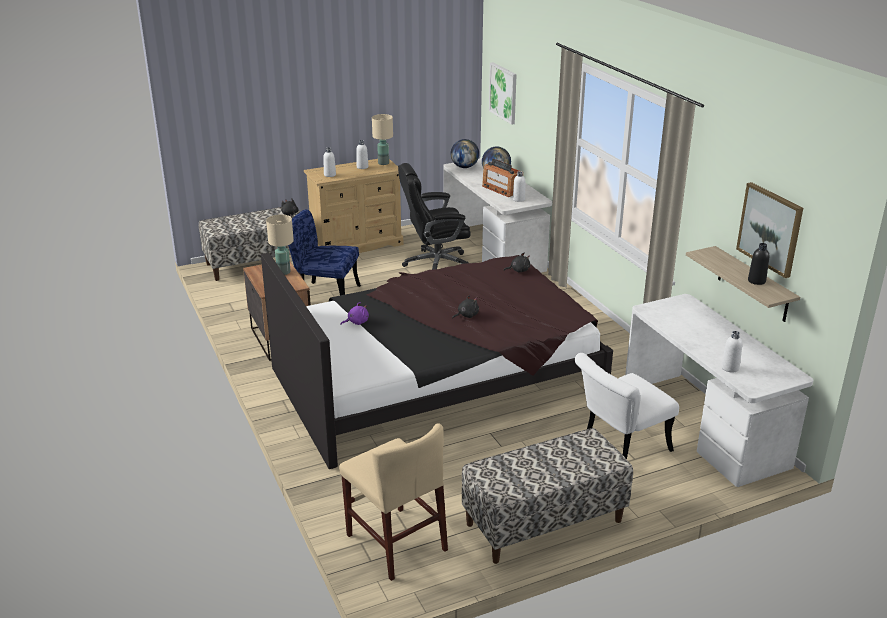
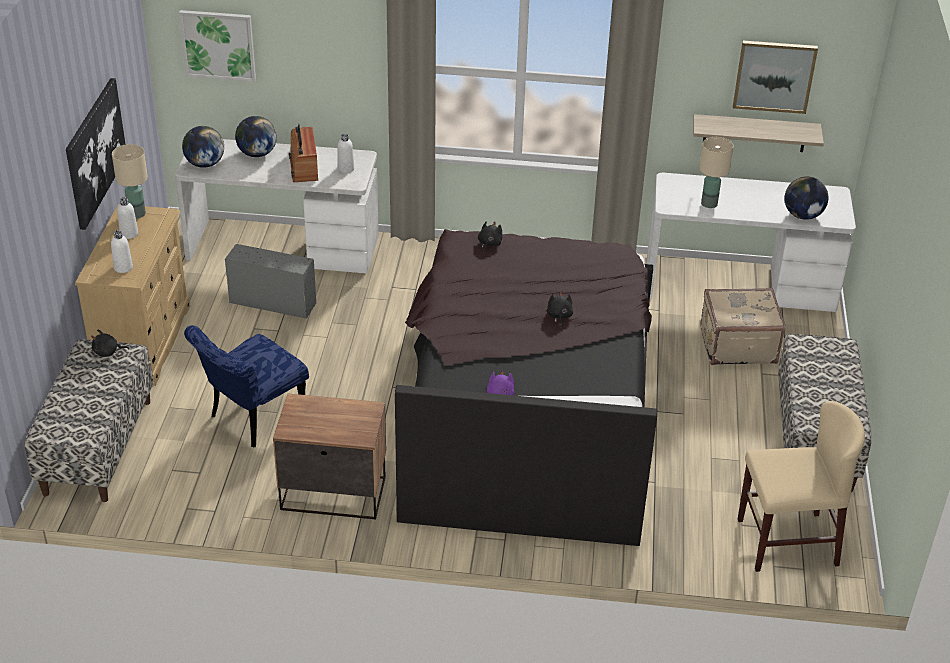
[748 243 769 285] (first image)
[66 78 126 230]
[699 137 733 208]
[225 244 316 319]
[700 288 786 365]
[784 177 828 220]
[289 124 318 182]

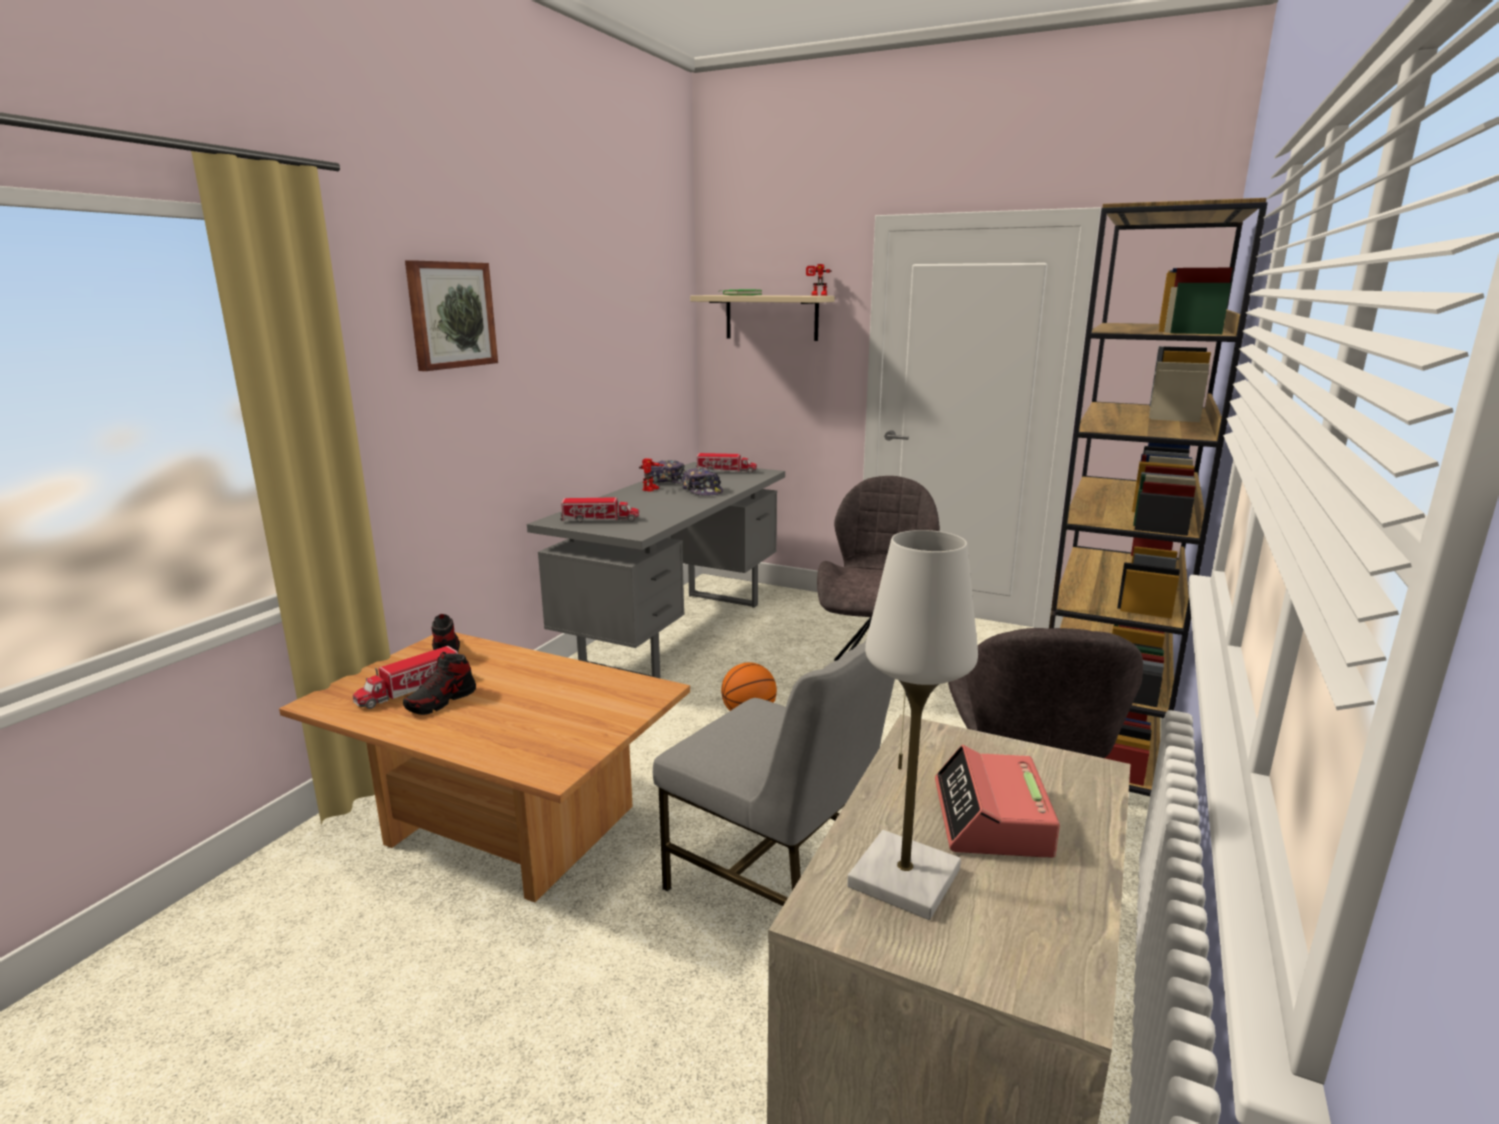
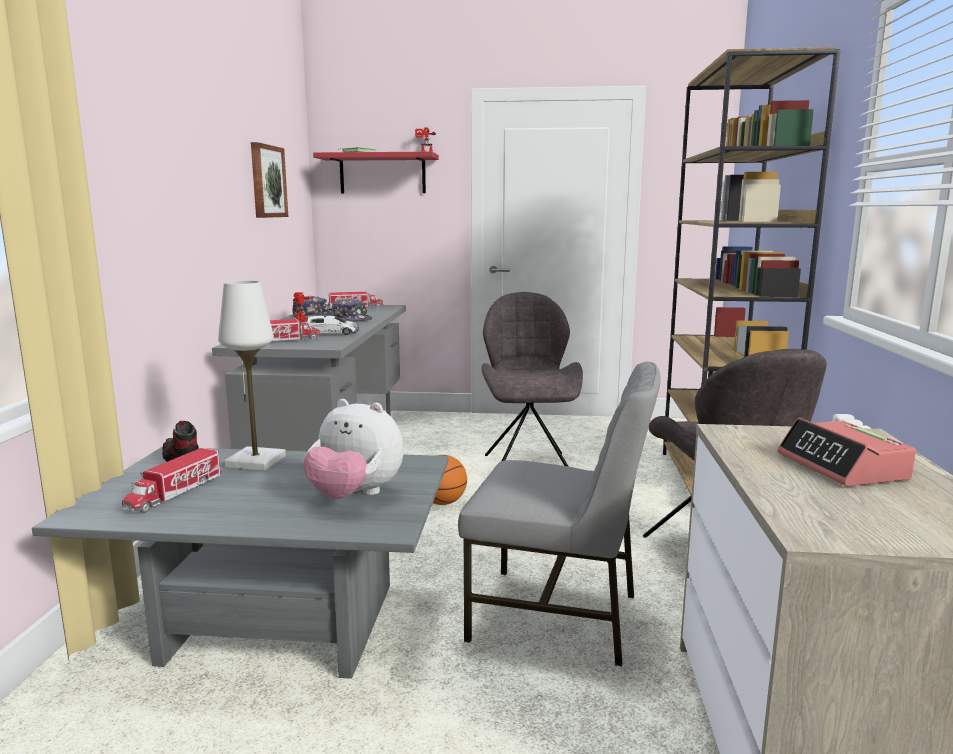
[403 652 476 715] (first image)
[303 399 403 499]
[304 315 359 335]
[251 142 288 218]
[218 281 286 471]
[32 447 448 679]
[313 152 439 193]

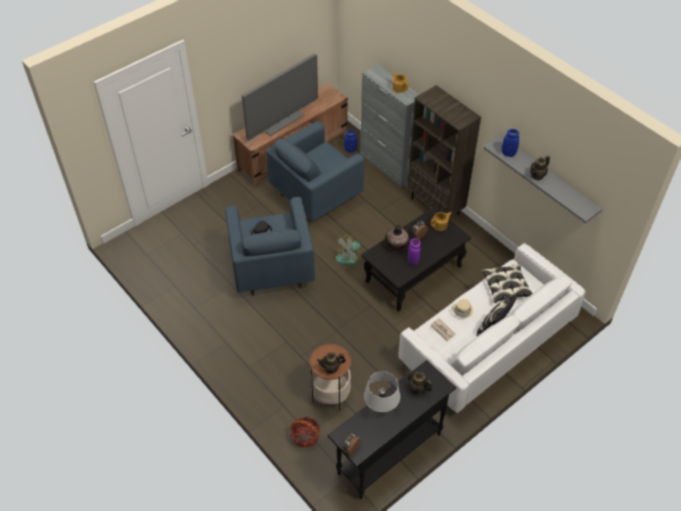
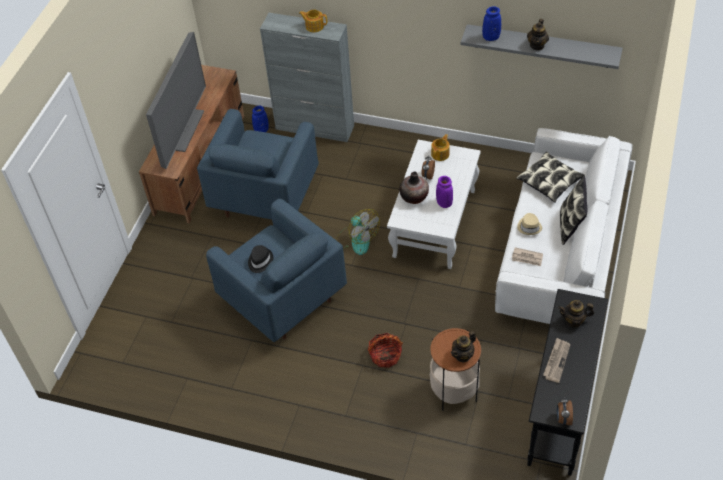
[407 85 481 218] (first image)
[368 333 403 368]
[543 338 570 383]
[387 140 481 269]
[336 209 380 255]

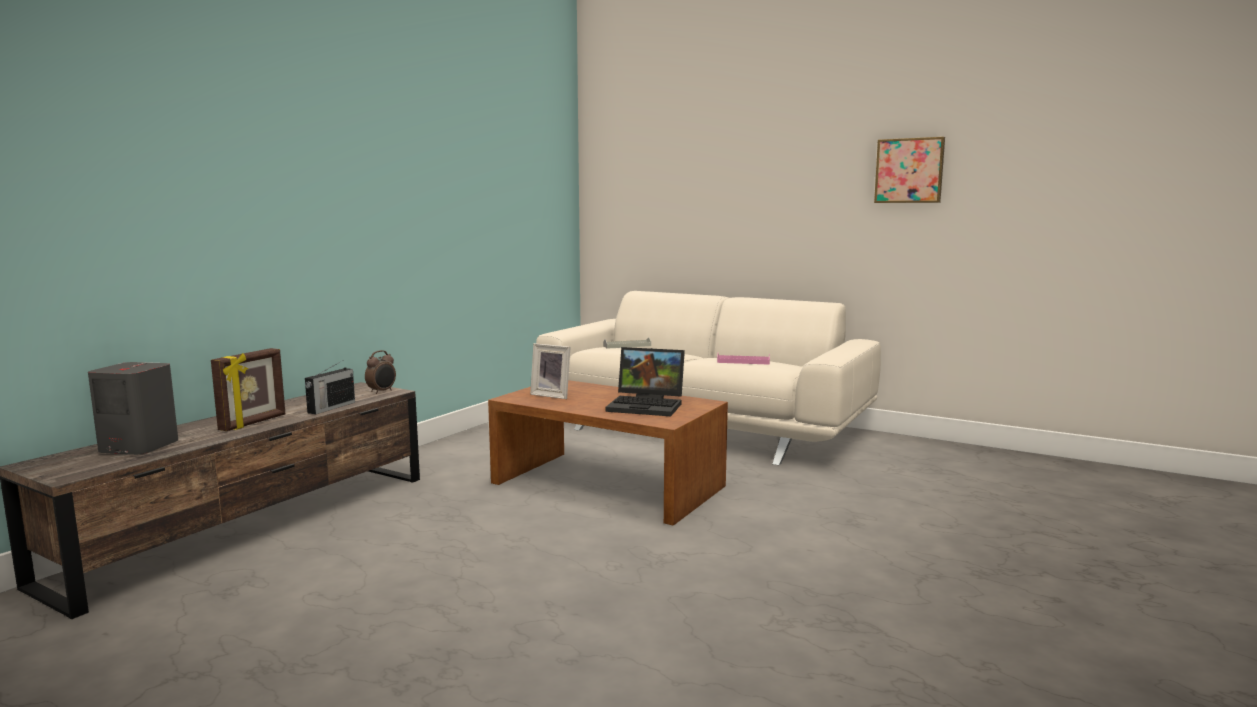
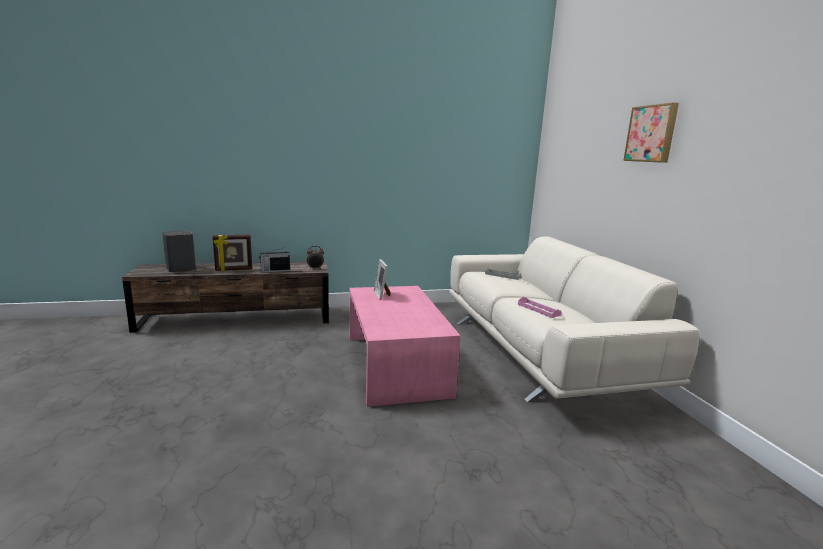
[605 347 685 416] (first image)
[623 103 679 163]
[349 286 460 407]

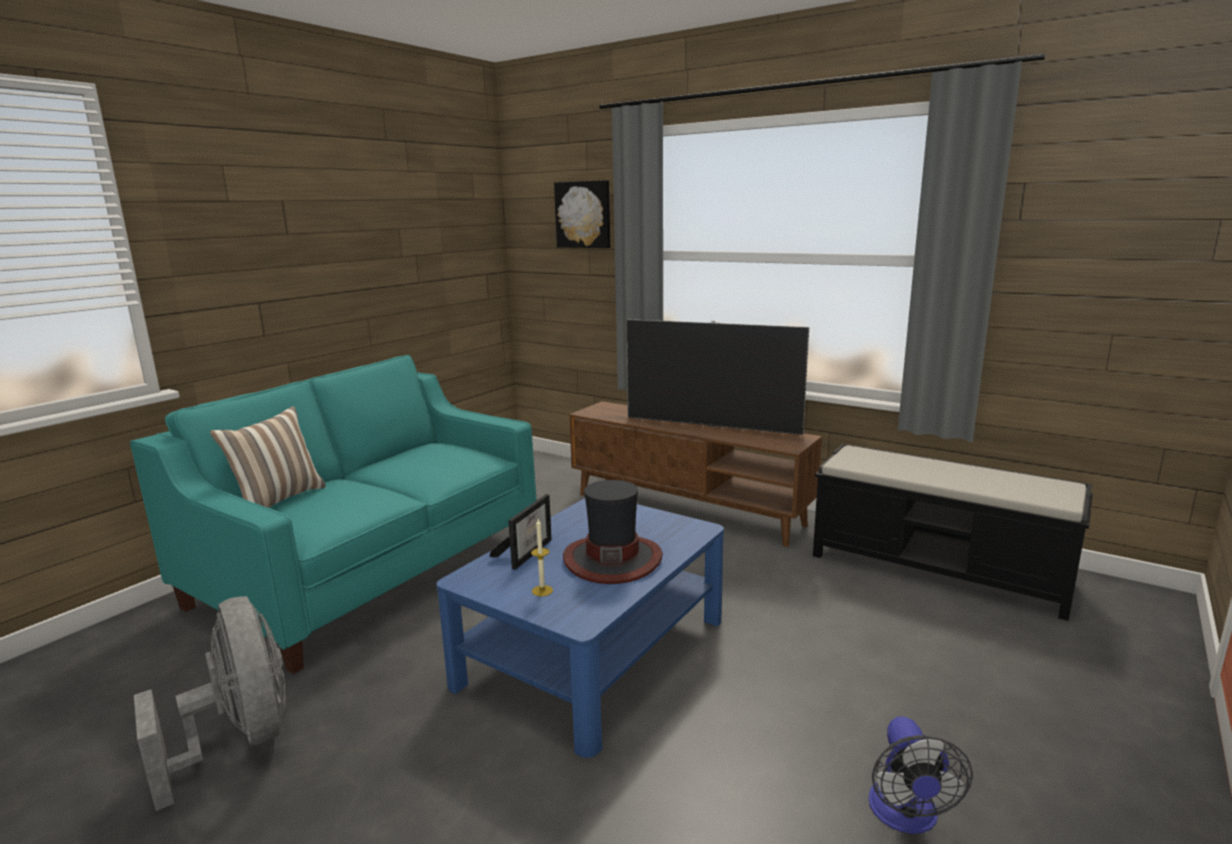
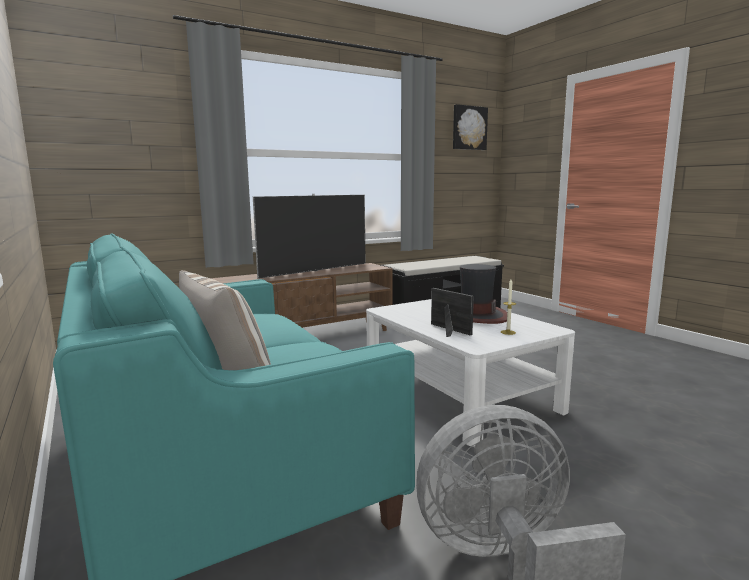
[868 716 973 834] (first image)
[453 104 488 150]
[366 299 575 447]

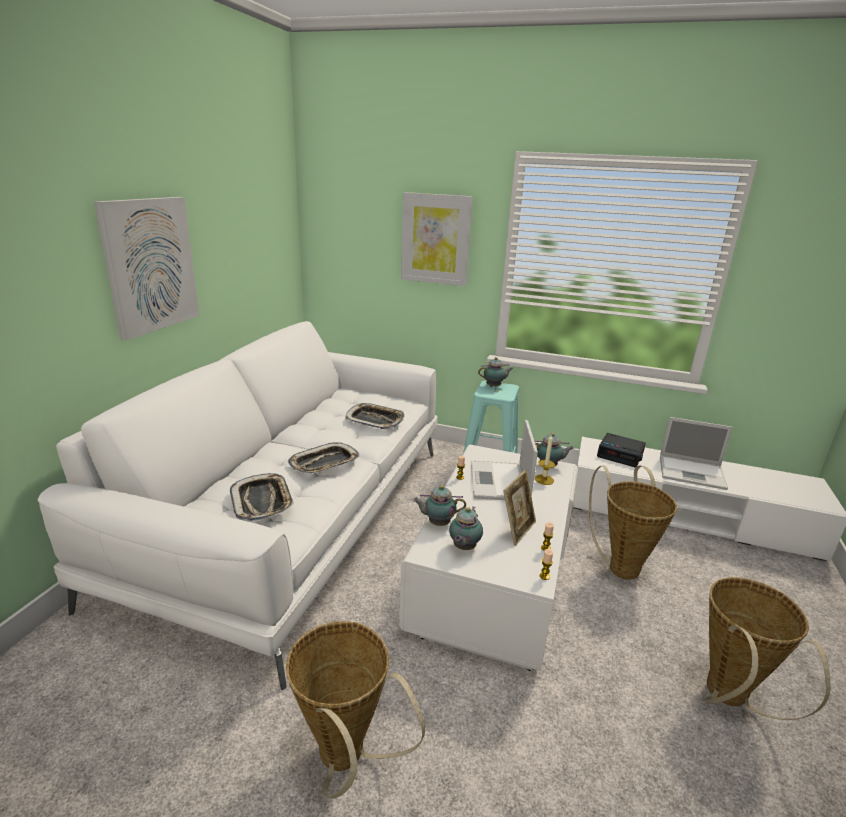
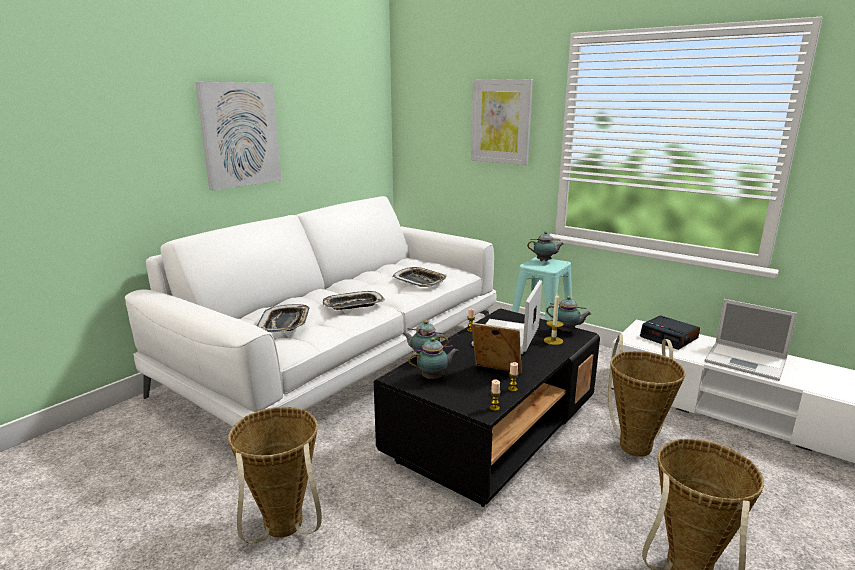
[374 308 600 507]
[408 337 459 379]
[471 323 522 373]

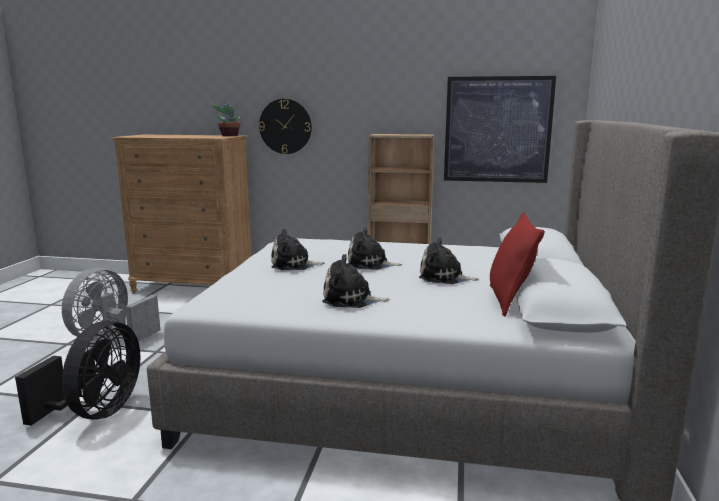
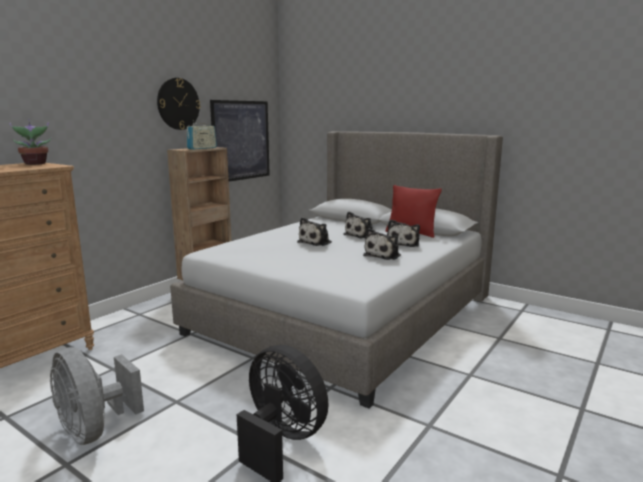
[187 123 217 150]
[157 78 200 130]
[387 219 420 247]

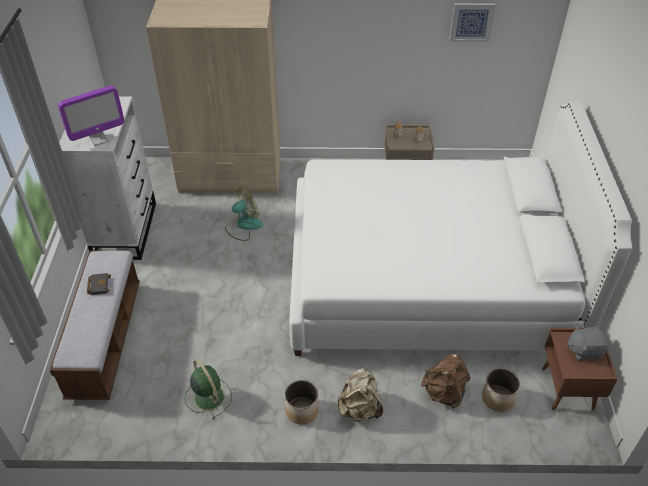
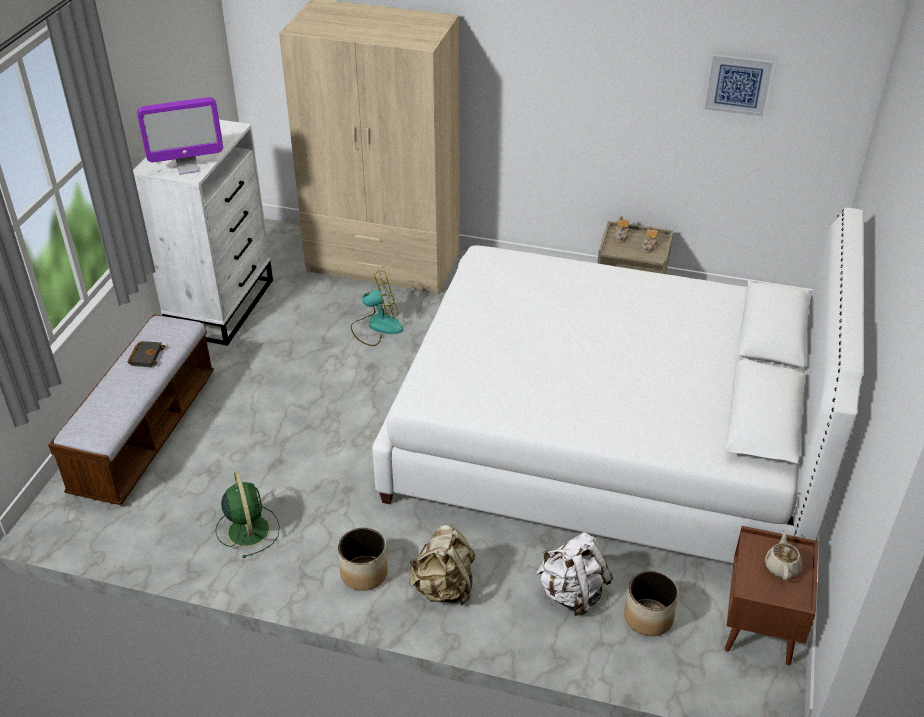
[765 530 802 580]
[536 532 613 616]

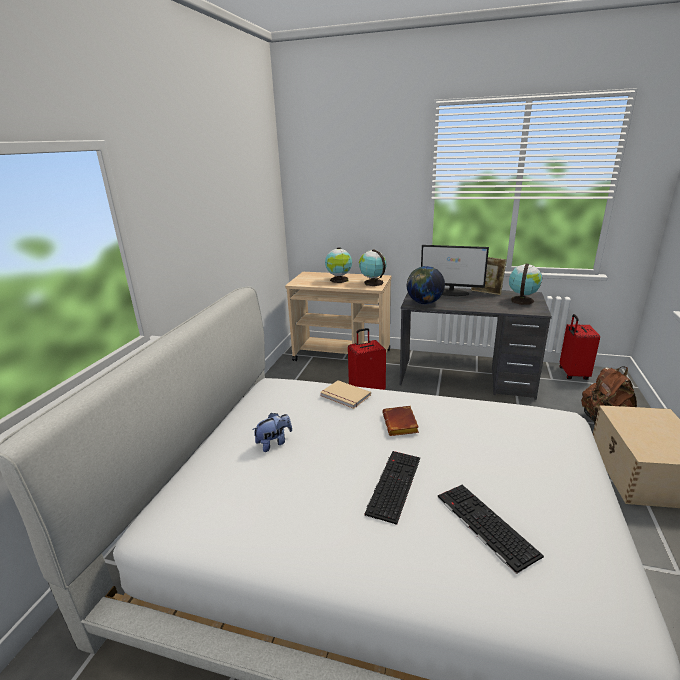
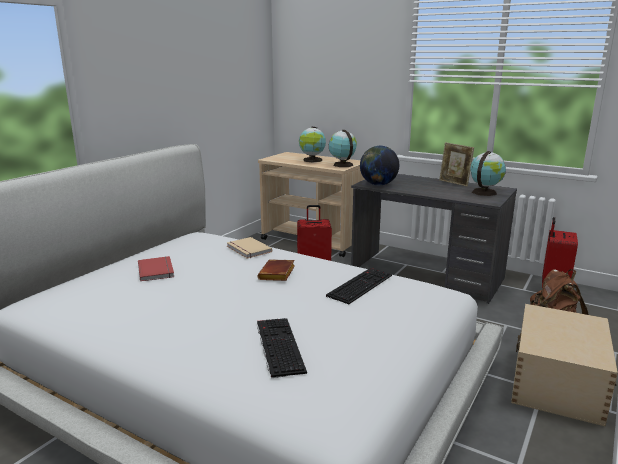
[421 245 489 296] (first image)
[326 268 392 304]
[138 256 174 281]

